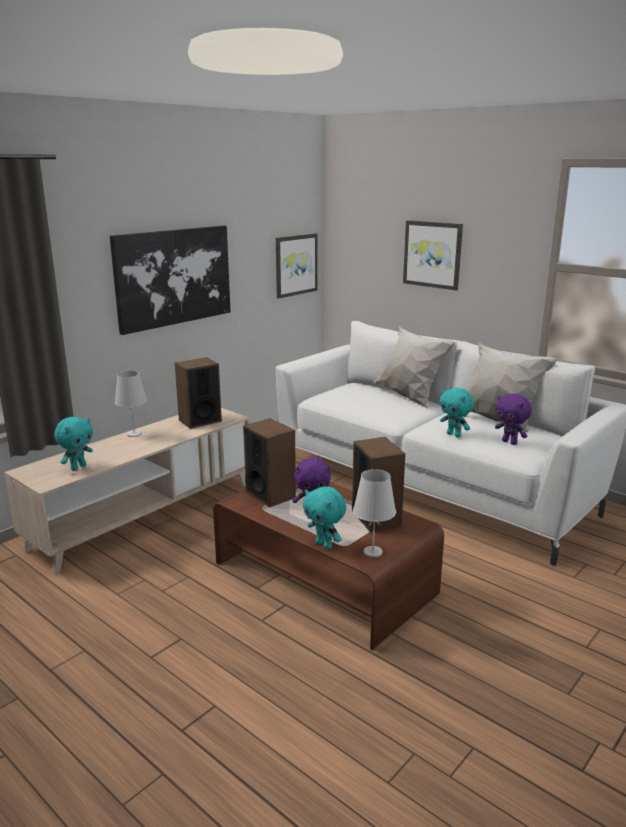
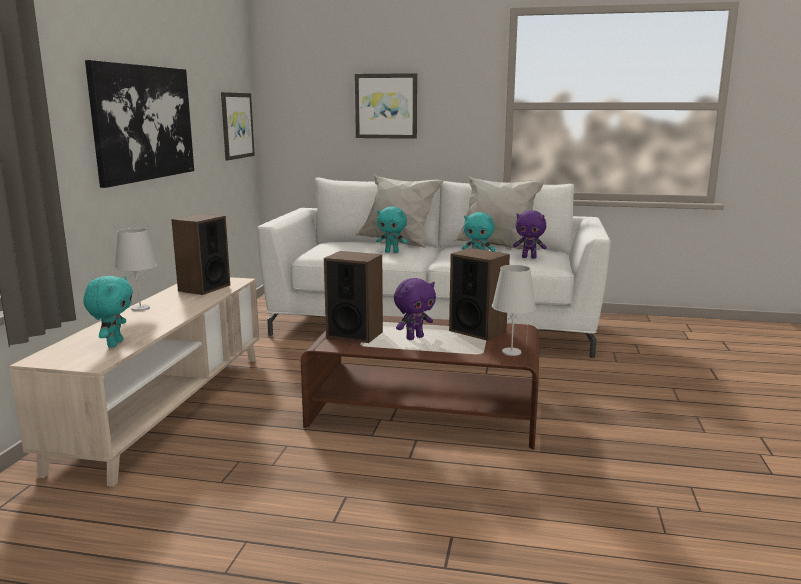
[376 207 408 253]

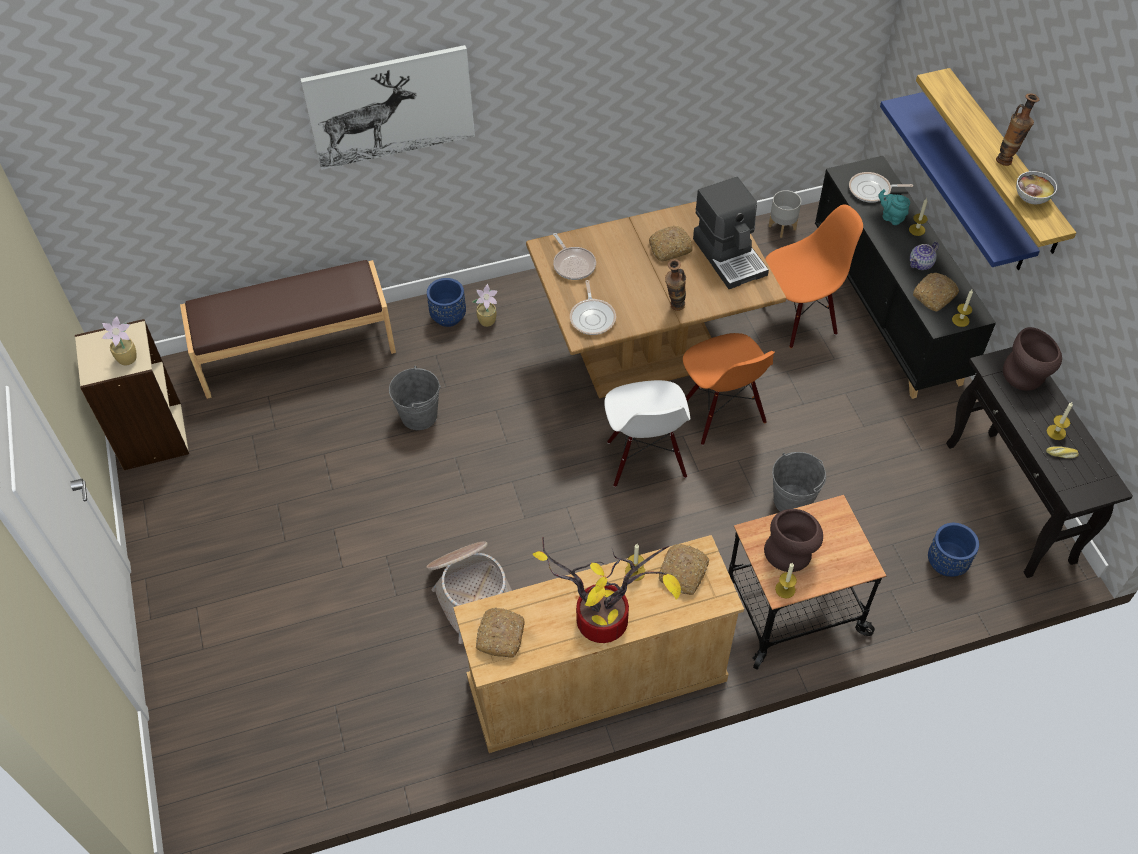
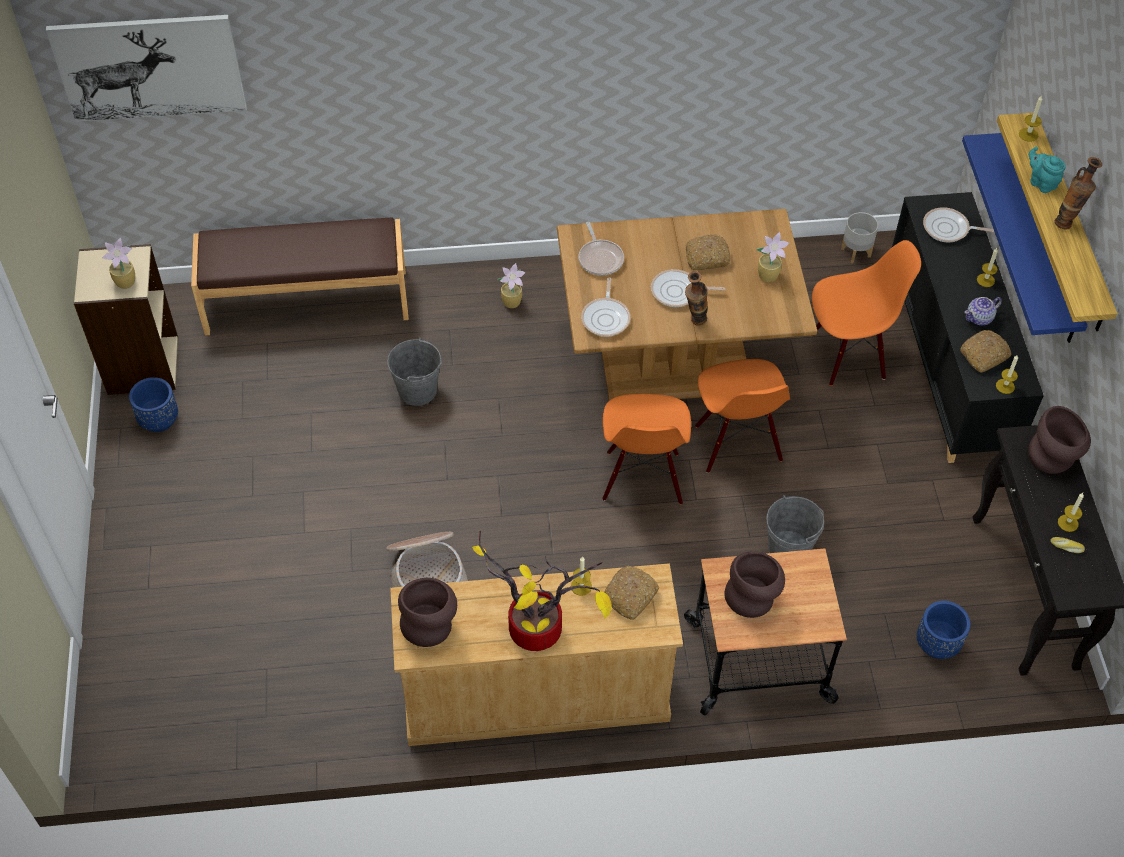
[1016 171 1057 204] (first image)
[651 269 725 307]
[46 15 247 122]
[129 377 178 432]
[1019 95 1042 142]
[1029 147 1066 193]
[398 578 457 647]
[756 232 789 282]
[602 394 691 505]

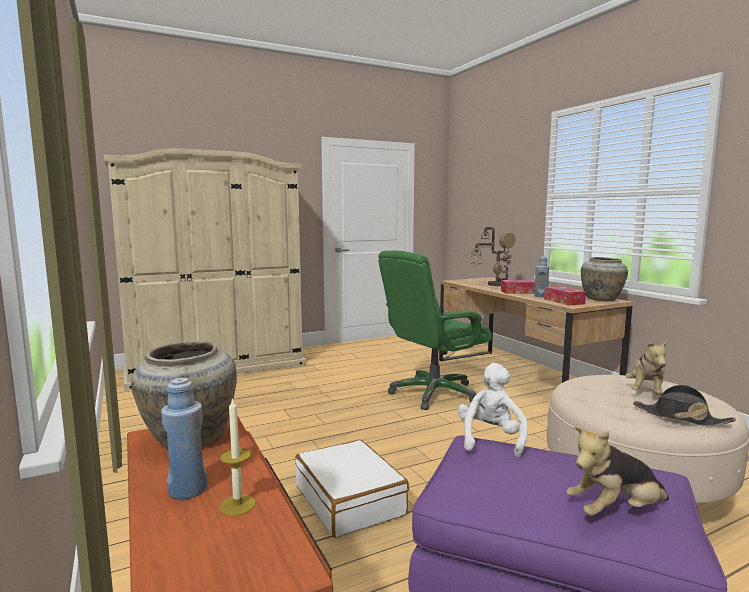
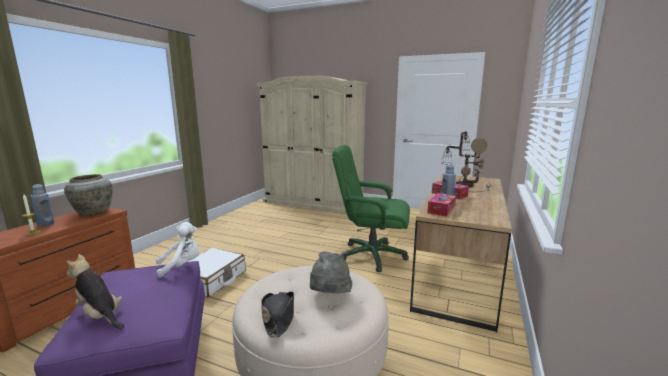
[581 257 628 301] (first image)
[310 251 352 293]

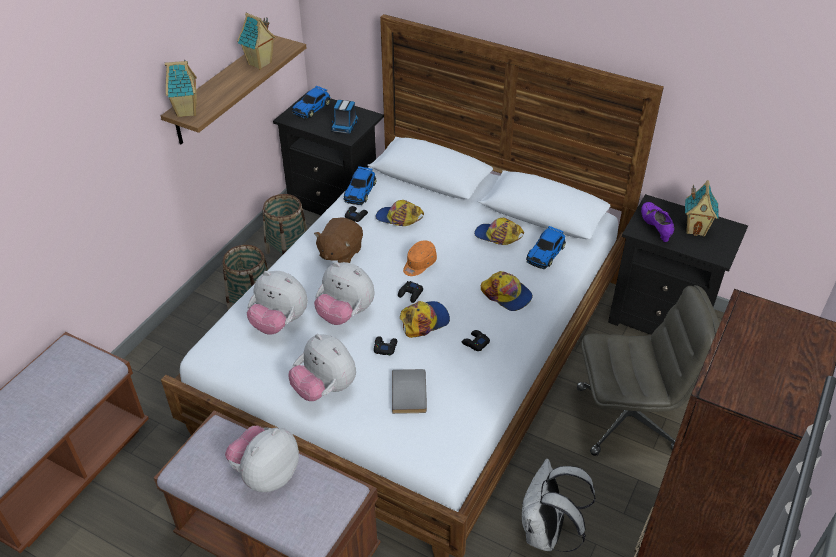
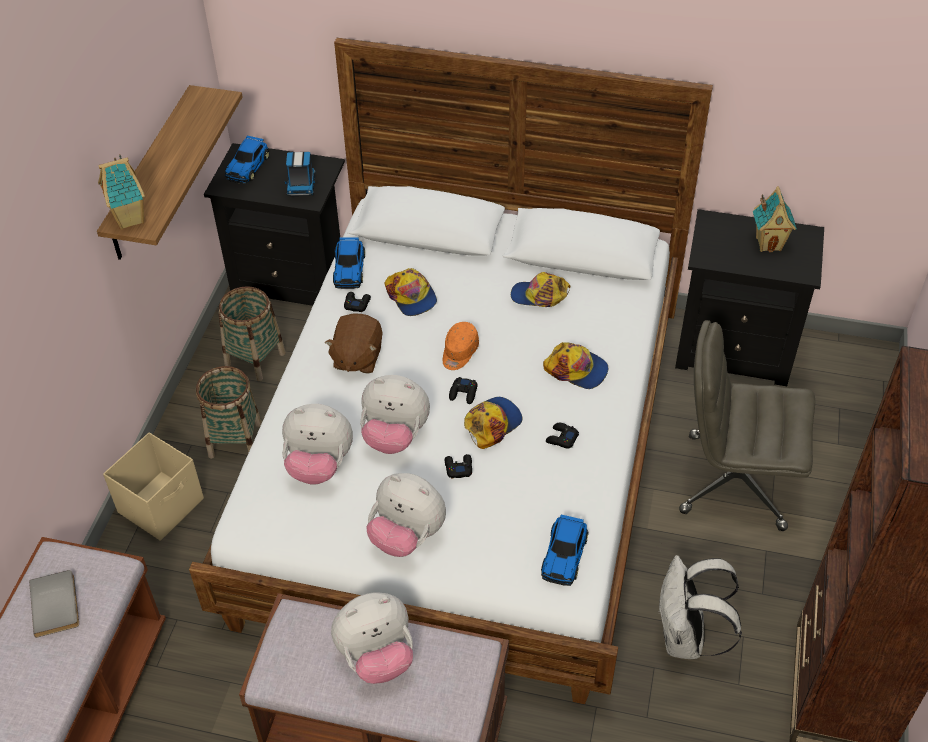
[237 13 276 70] (first image)
[641 202 674 242] (first image)
[103 432 204 541]
[29 570 79 638]
[541 515 588 586]
[331 593 413 684]
[384 268 437 316]
[679 320 815 531]

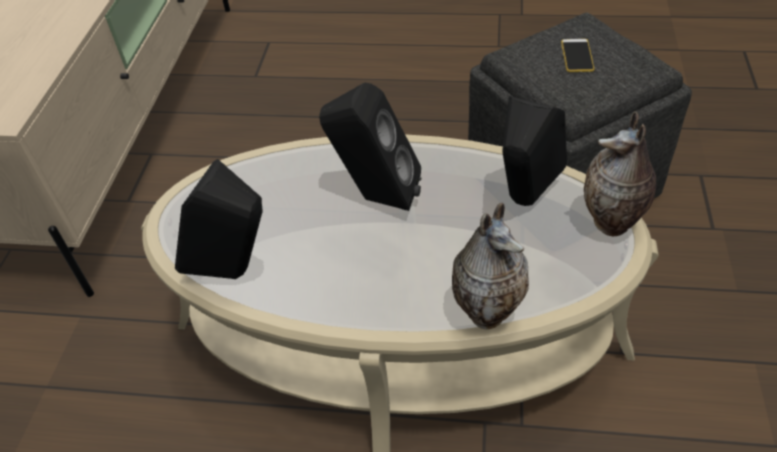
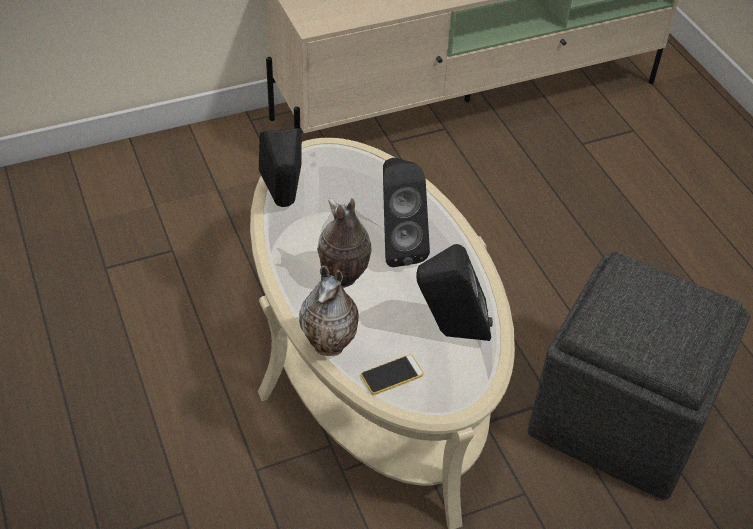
[361 355 424 395]
[317 198 372 288]

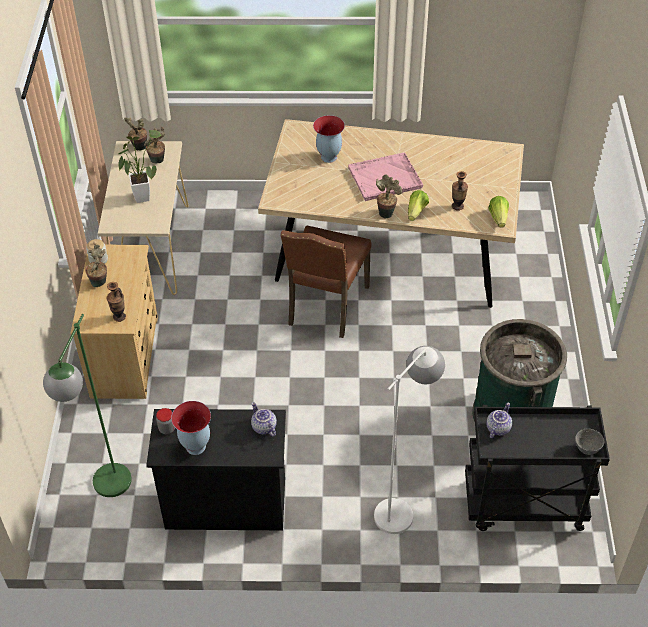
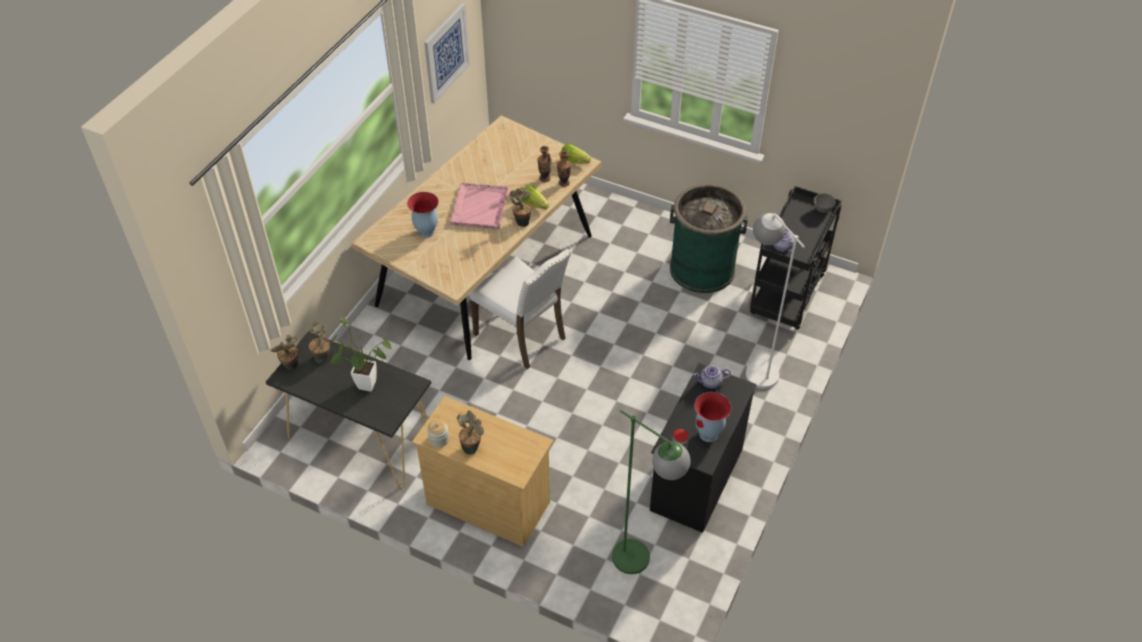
[424 3 470 104]
[557 151 571 187]
[266 331 431 488]
[469 249 571 369]

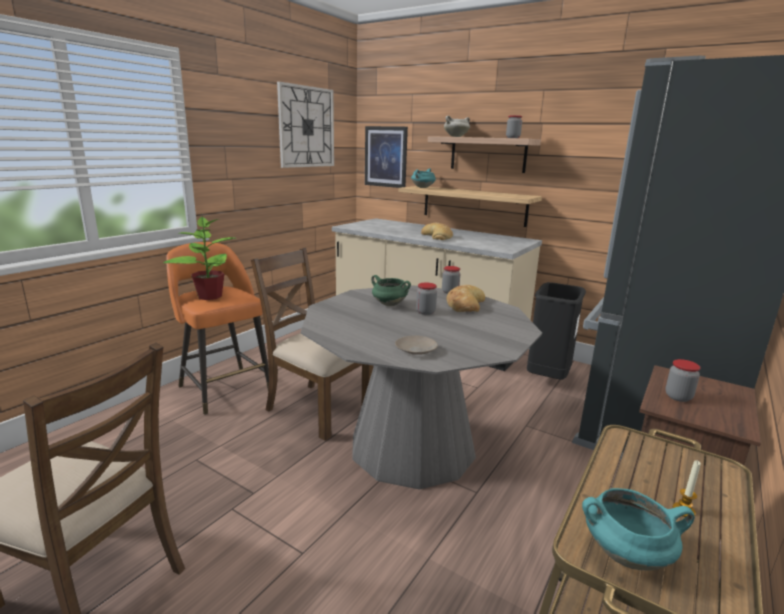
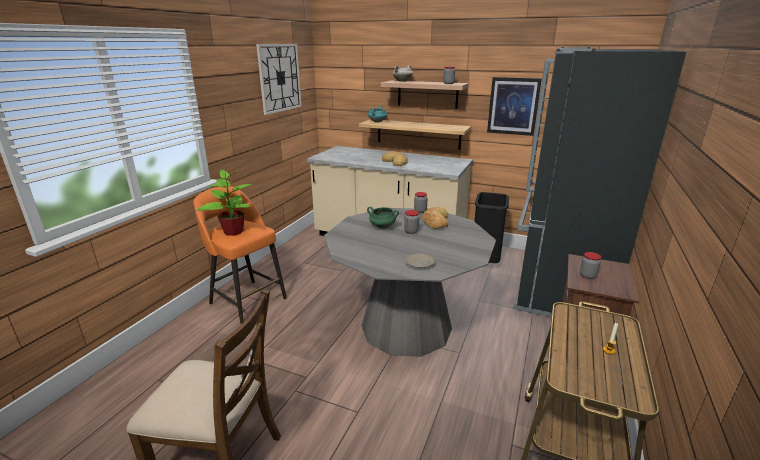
[251 248 373 441] (first image)
[582 488 695 571] (first image)
[487 77 542 136]

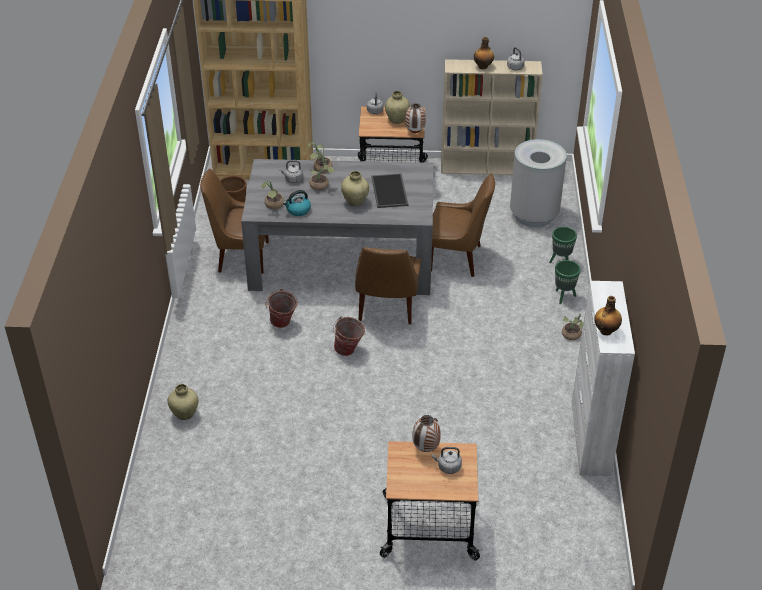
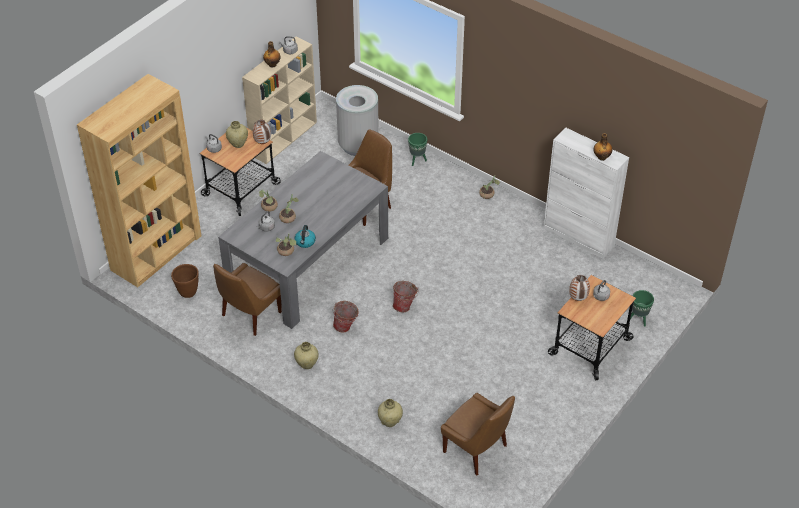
[371 173 408 208] (first image)
[294 342 319 369]
[441 393 515 476]
[630 290 654 327]

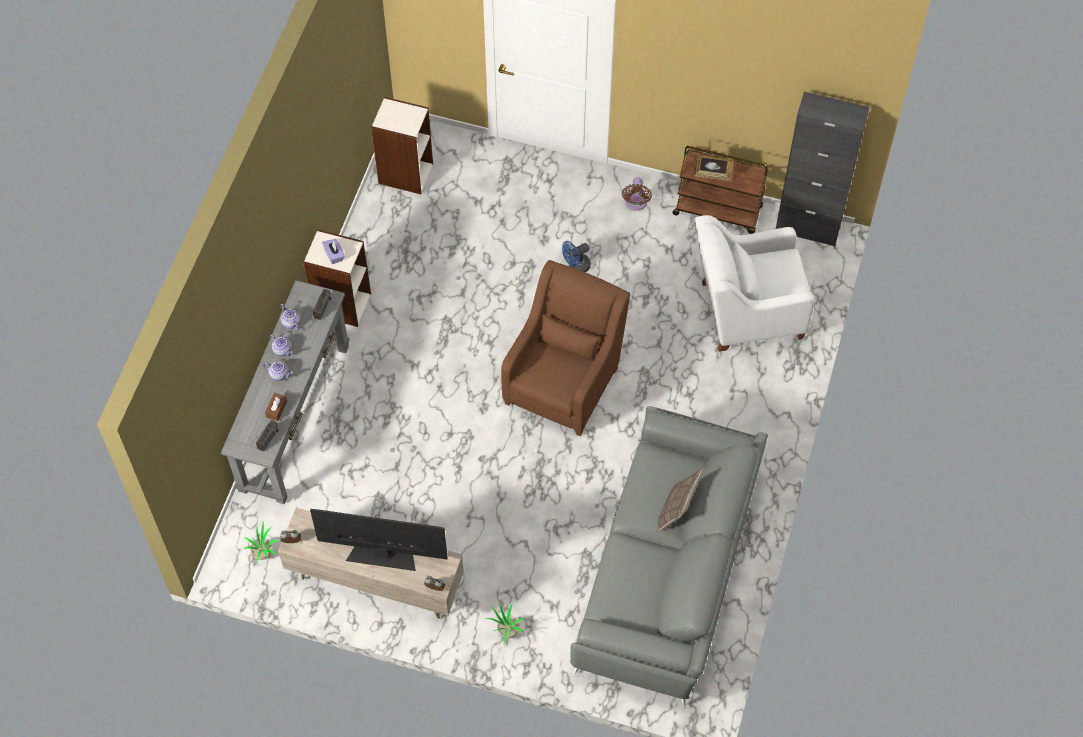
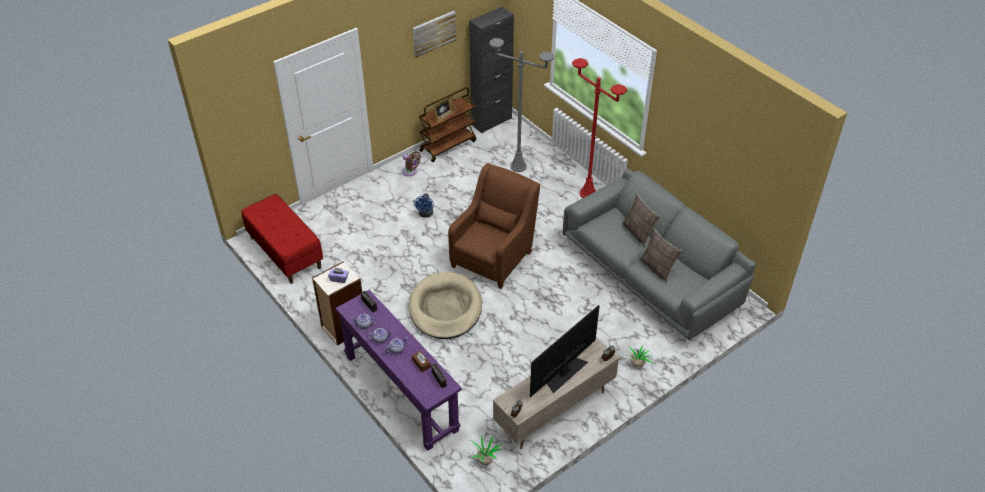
[409 272 482 339]
[413 11 456 58]
[572 58 627 198]
[639 229 682 283]
[242 194 323 284]
[489 38 554 172]
[336 290 462 451]
[448 163 540 289]

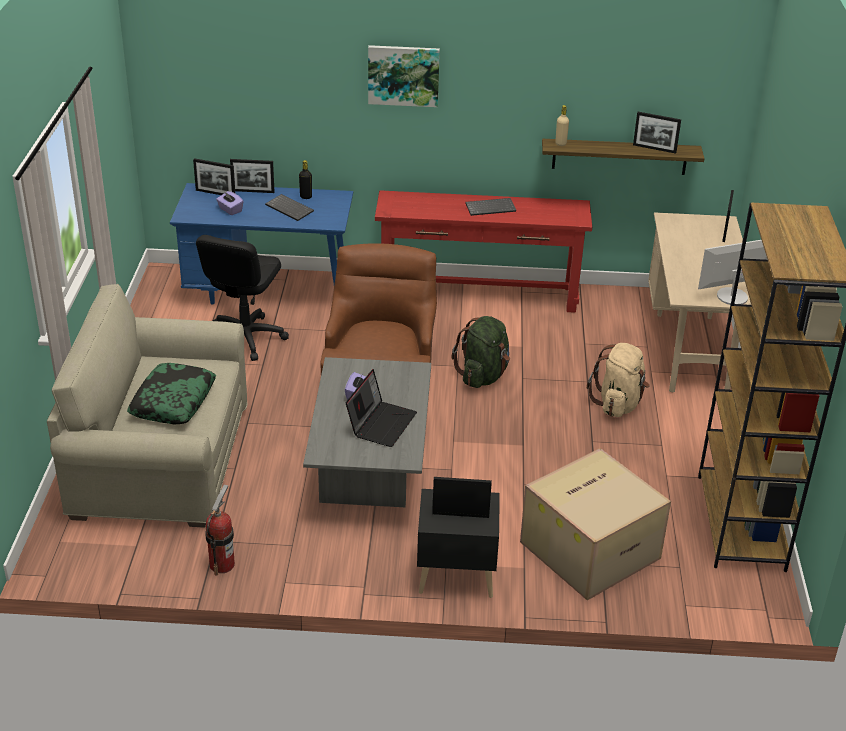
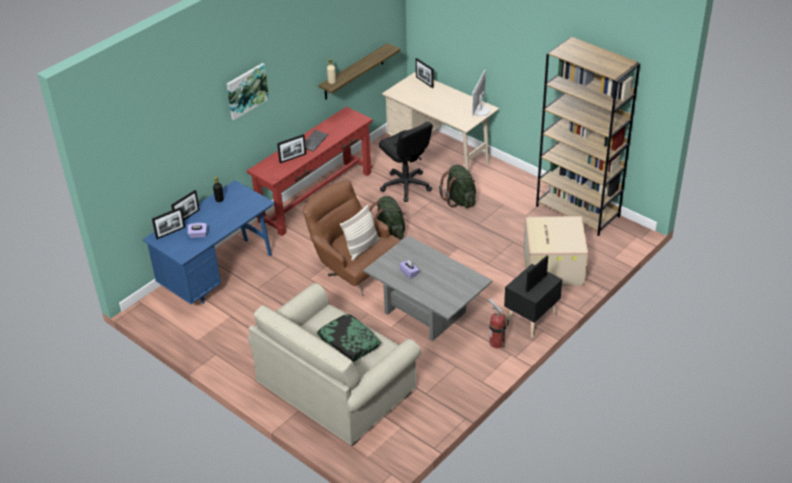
[265 194 314 221] (first image)
[346 369 417 447] (first image)
[340 204 380 261]
[379 122 433 202]
[488 299 509 348]
[277 134 306 163]
[439 165 476 208]

